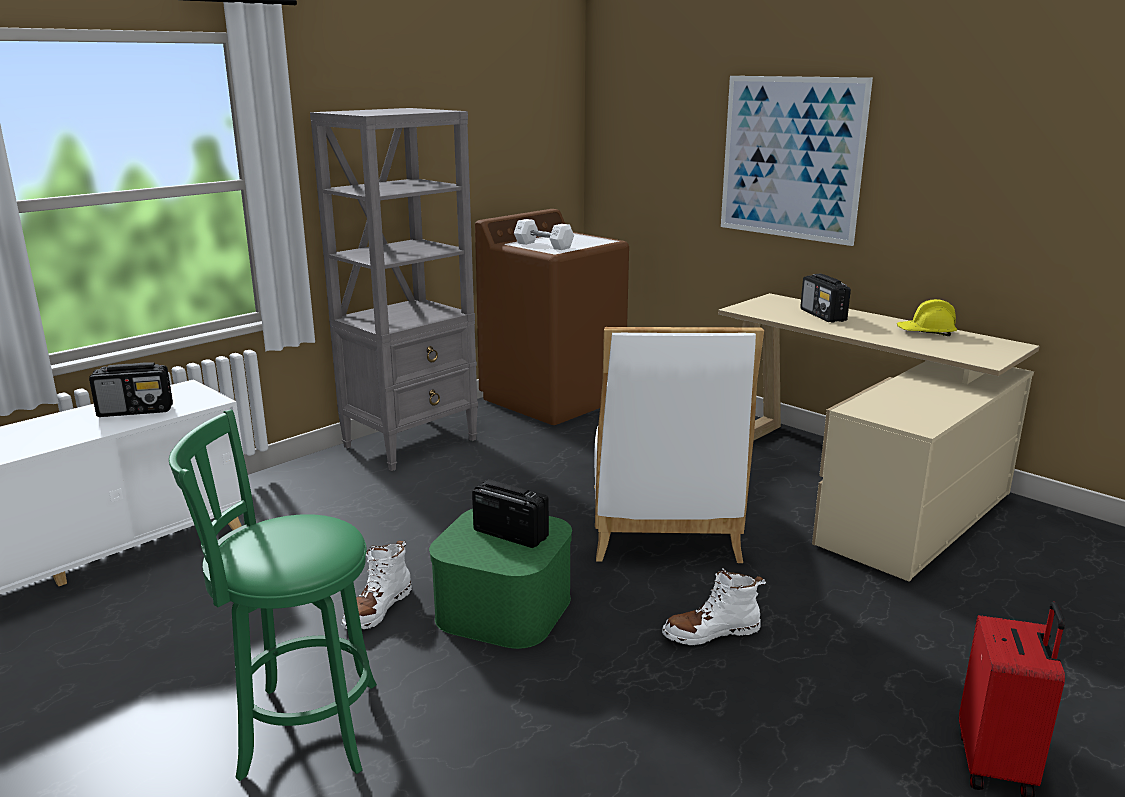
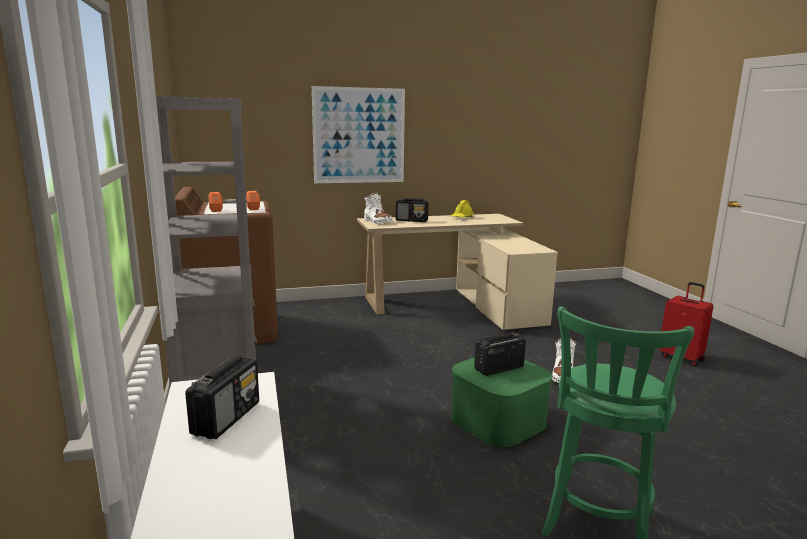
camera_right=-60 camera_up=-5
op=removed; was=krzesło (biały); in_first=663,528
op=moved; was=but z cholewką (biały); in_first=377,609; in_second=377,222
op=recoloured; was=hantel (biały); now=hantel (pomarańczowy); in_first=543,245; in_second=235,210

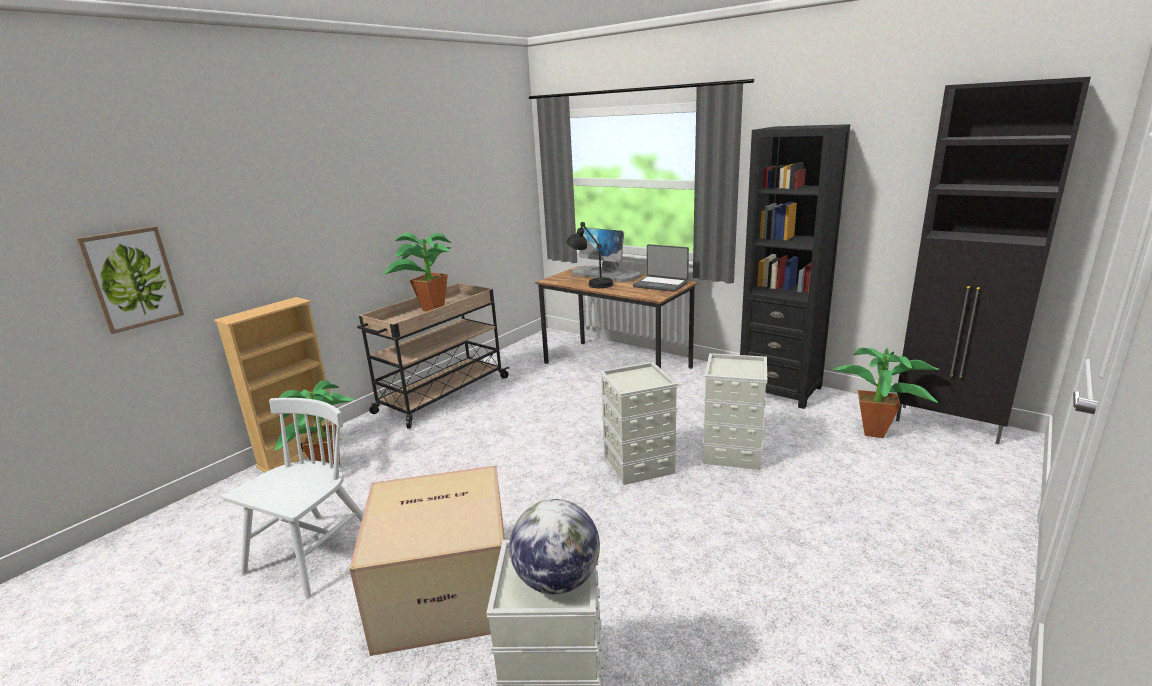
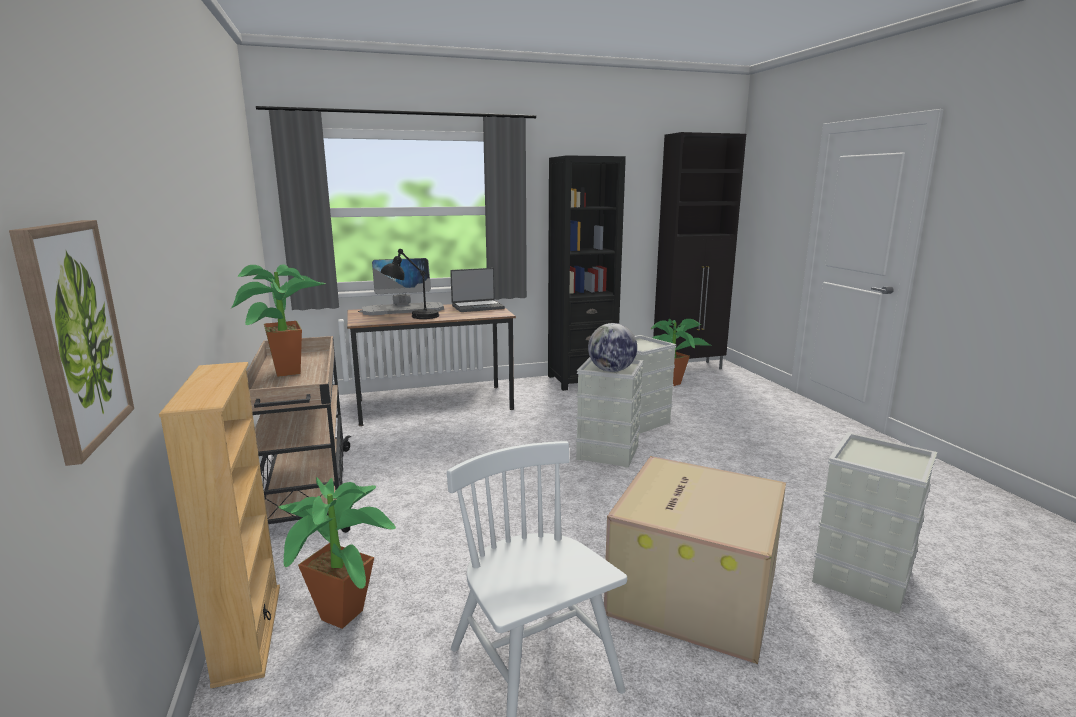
camera_right=-55 camera_up=-5
op=moved; was=globus; in_first=557,581; in_second=611,370

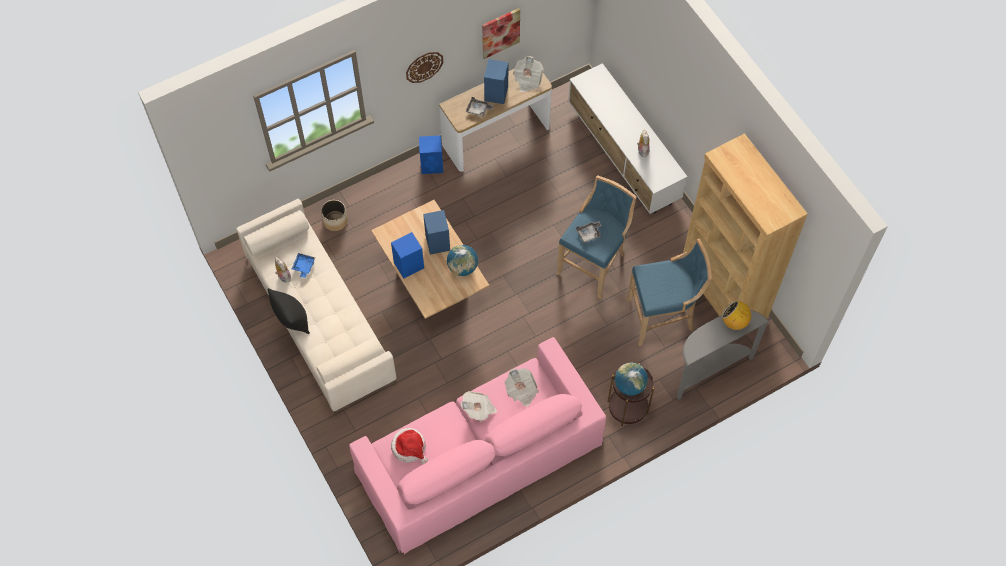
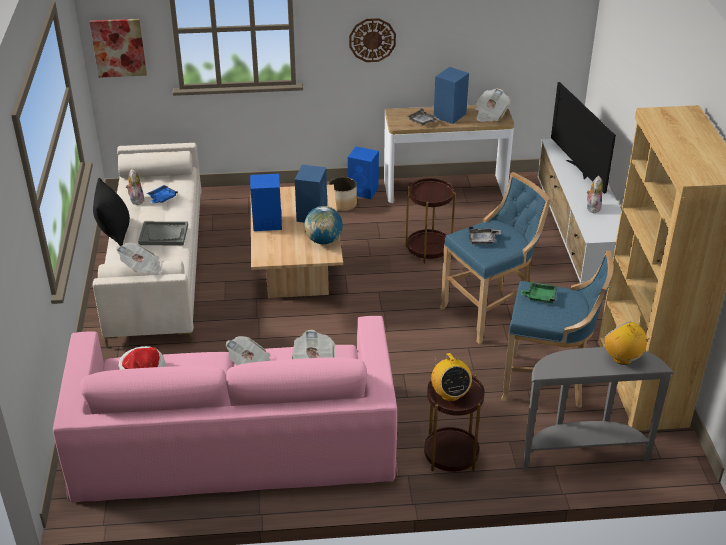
camera_right=25 camera_up=-25
op=added; now=gazeta; in_second=142,268
op=added; now=taca (szary); in_second=163,235
op=added; now=stolik (brązowy); in_second=428,249
op=added; now=taca (zielony); in_second=539,296
op=added; now=telewizor; in_second=578,169
op=moved; was=donica; in_first=335,221; in_second=343,204
op=moved; was=obraz; in_first=500,32; in_second=118,47
op=replaced; was=globus; now=radio; in_first=630,385; in_second=450,394

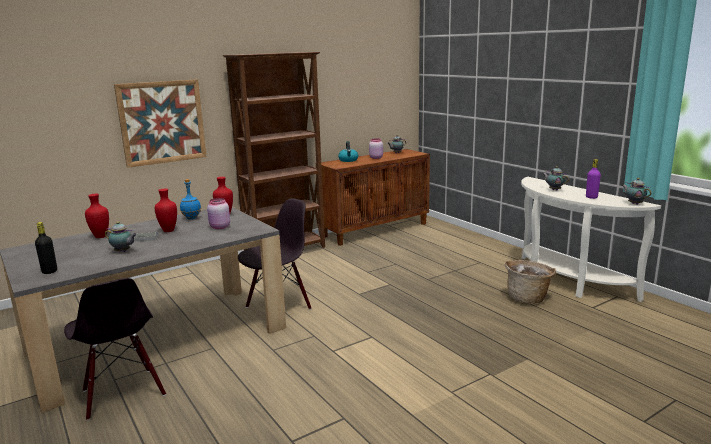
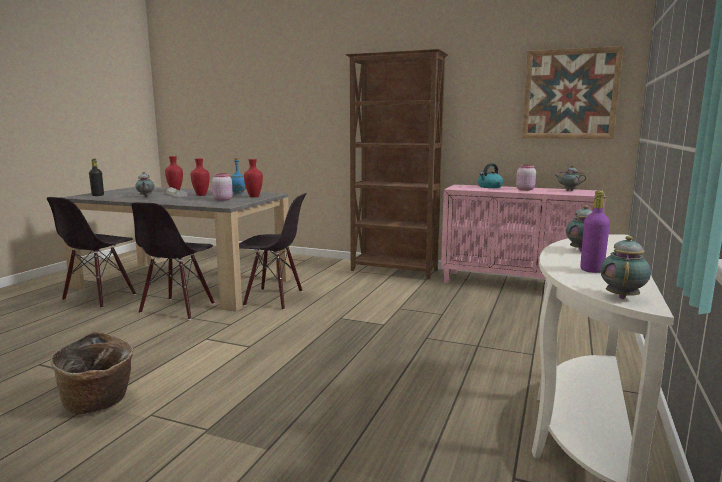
camera_right=55 camera_up=-5
op=added; now=krzesło (czarny); in_second=178,308
op=moved; was=obraz; in_first=162,122; in_second=570,94
op=moved; was=koszyk; in_first=528,297; in_second=99,403
op=recoloured; was=szafka (brązowy); now=szafka (różowy); in_first=375,230; in_second=516,284

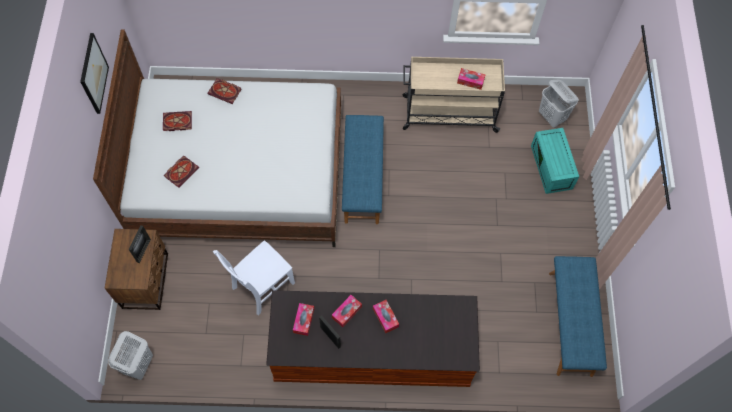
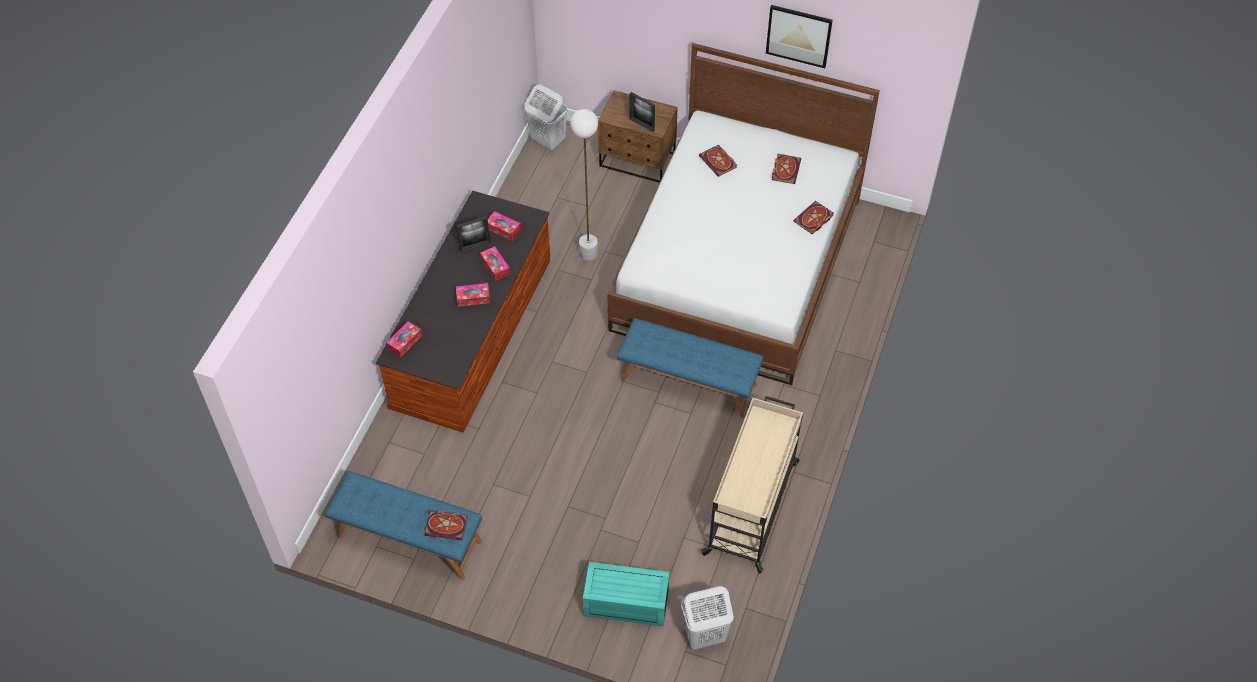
camera_right=110 camera_up=-10
op=added; now=książka; in_second=447,525
op=moved; was=pudełko chusteczek; in_first=470,81; in_second=405,342
op=replaced; was=krzesło (biały); now=lampa stojąca (biały); in_first=261,286; in_second=588,253

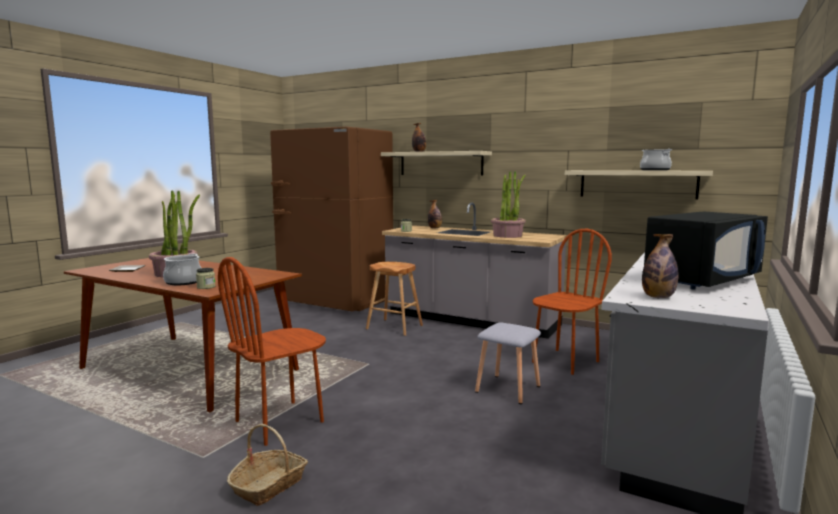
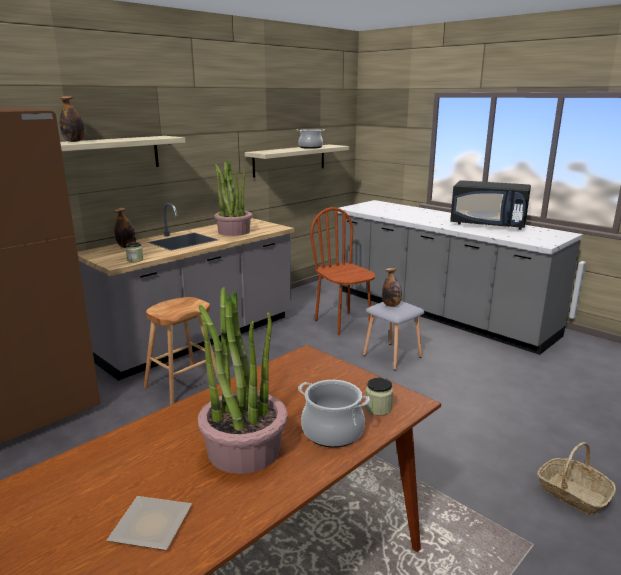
camera_right=-75 camera_up=10
op=removed; was=krzesło (brązowy); in_first=280,422
op=moved; was=butelka; in_first=658,297; in_second=391,305
op=turned; was=mikrofalówka (czarny); in_first=702,280; in_second=488,225; clockwise=135

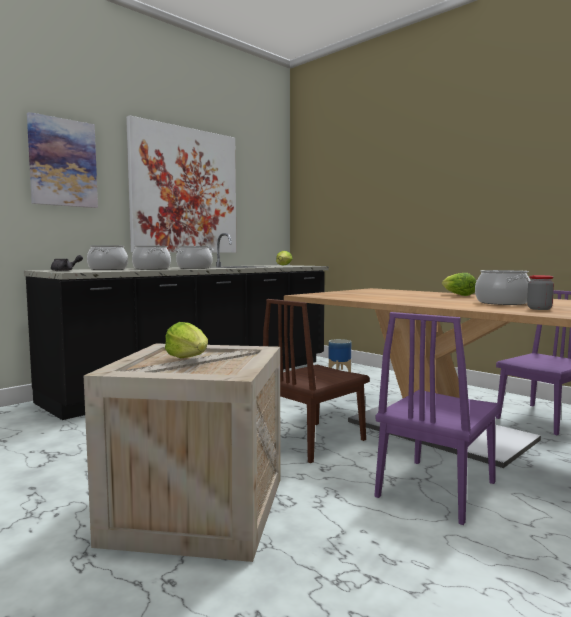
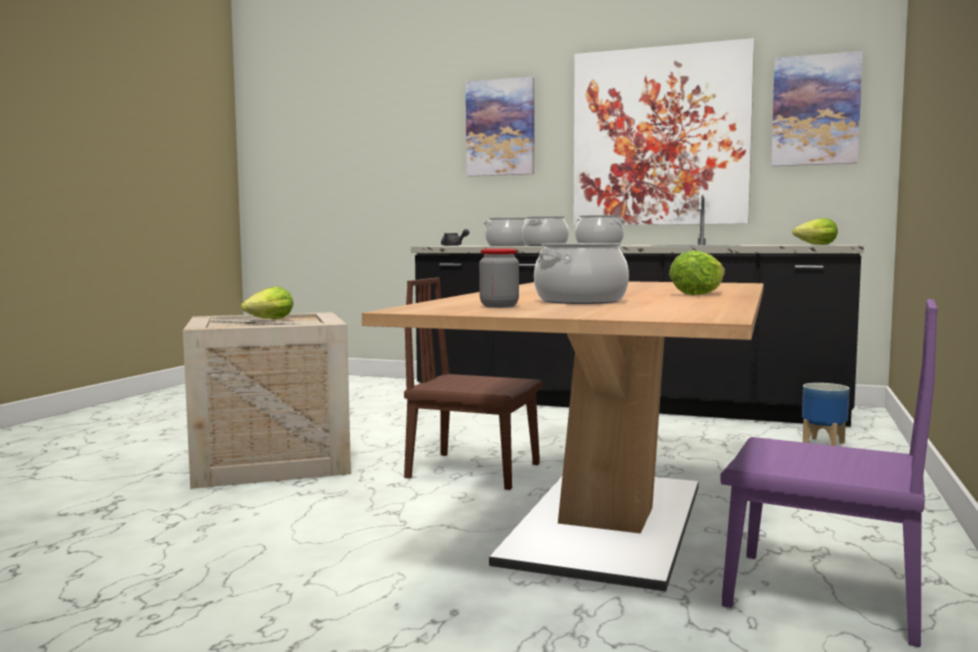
camera_right=65 camera_up=0
op=removed; was=krzesło (fioletowy); in_first=436,489
op=added; now=obraz; in_second=815,110

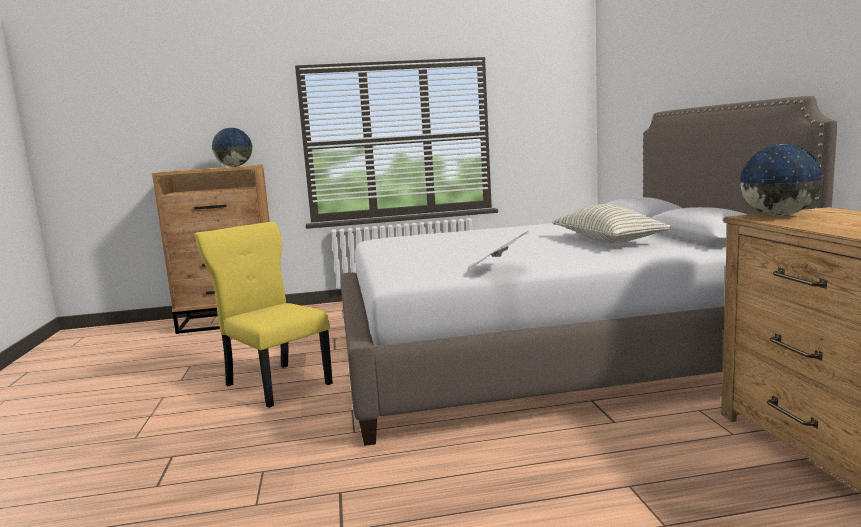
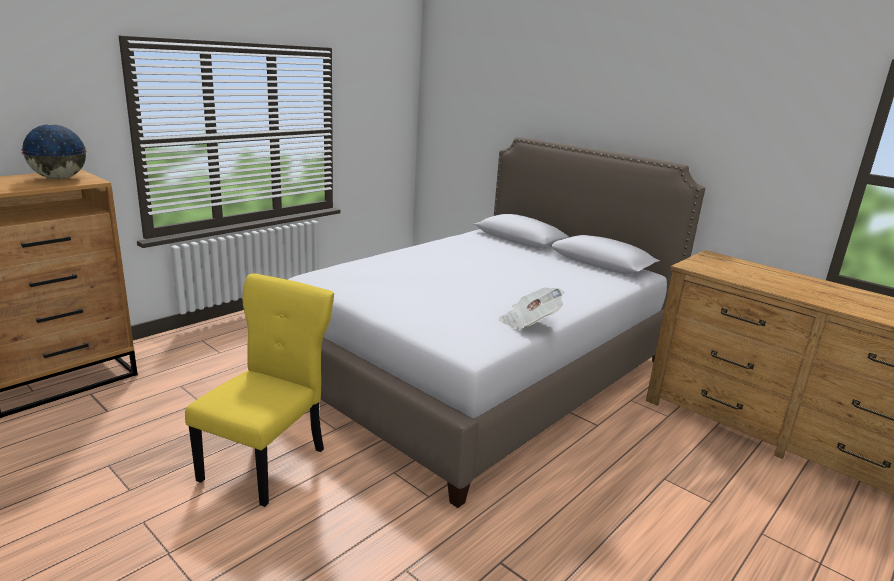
camera_right=-40 camera_up=10
op=removed; was=poduszka; in_first=607,241
op=removed; was=globus; in_first=777,215
op=turned; was=krzesło (żółty); in_first=276,383; in_second=267,462; clockwise=105

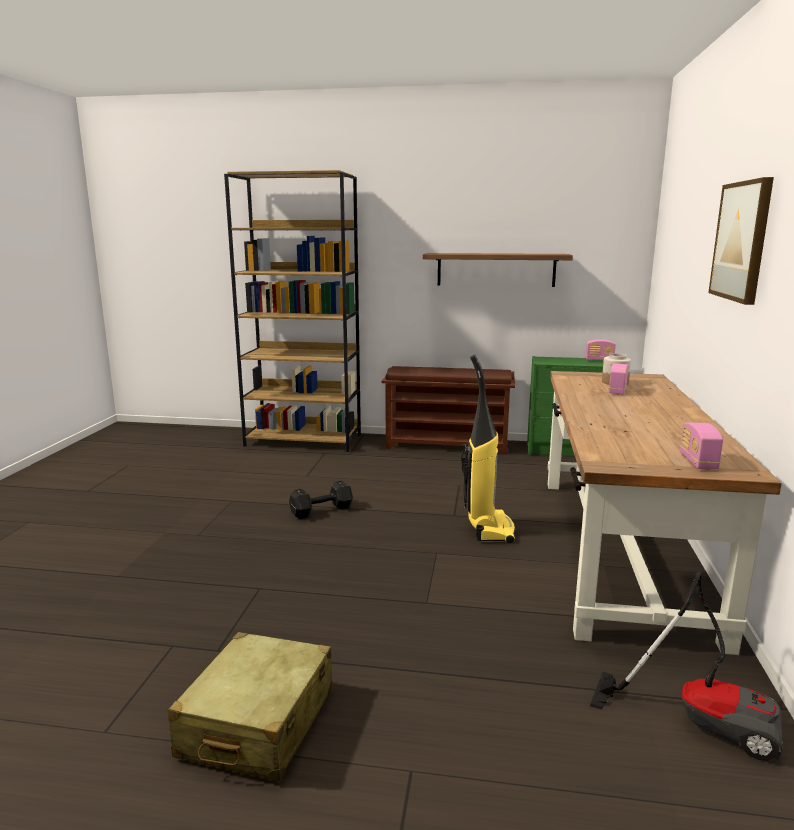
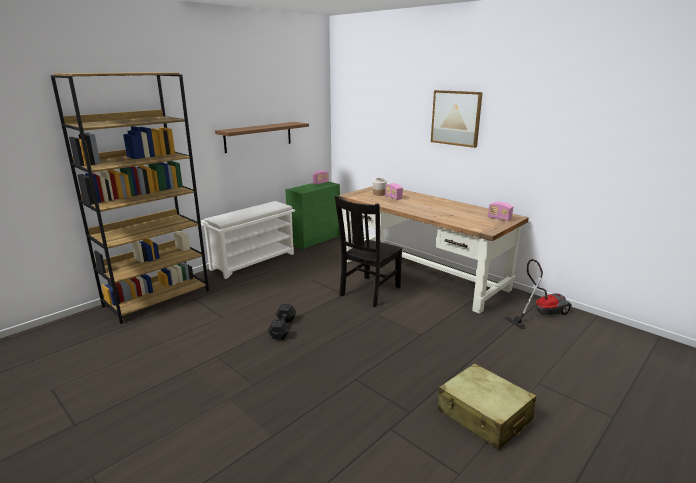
camera_right=-55 camera_up=5
op=replaced; was=odkurzacz; now=krzesło (czarny); in_first=488,528; in_second=369,292
op=recoloured; was=regał na buty (brązowy); now=regał na buty (biały); in_first=448,444; in_second=253,261

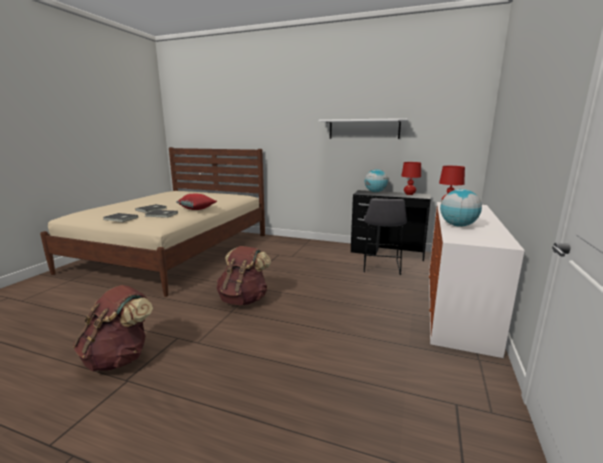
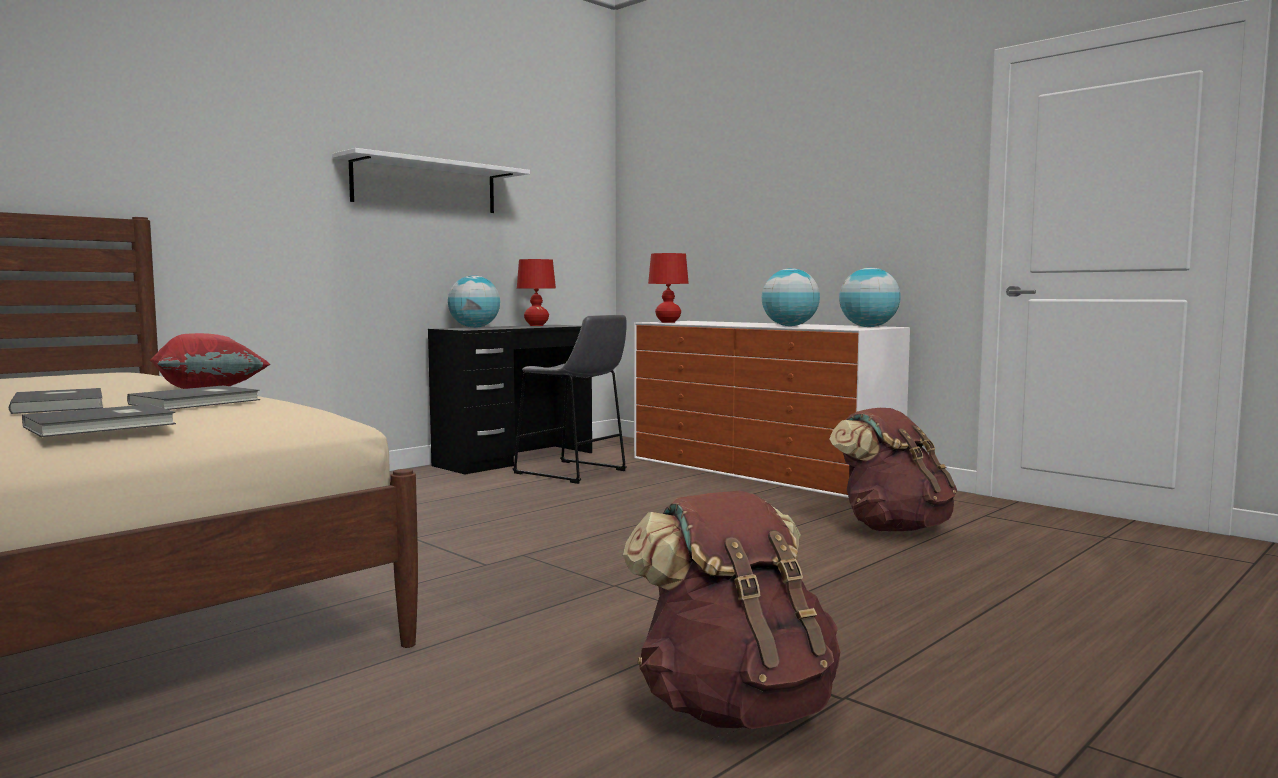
camera_right=-65 camera_up=-10
op=added; now=globus; in_second=869,327
op=moved; was=plecak (brązowy); in_first=244,299; in_second=892,528

